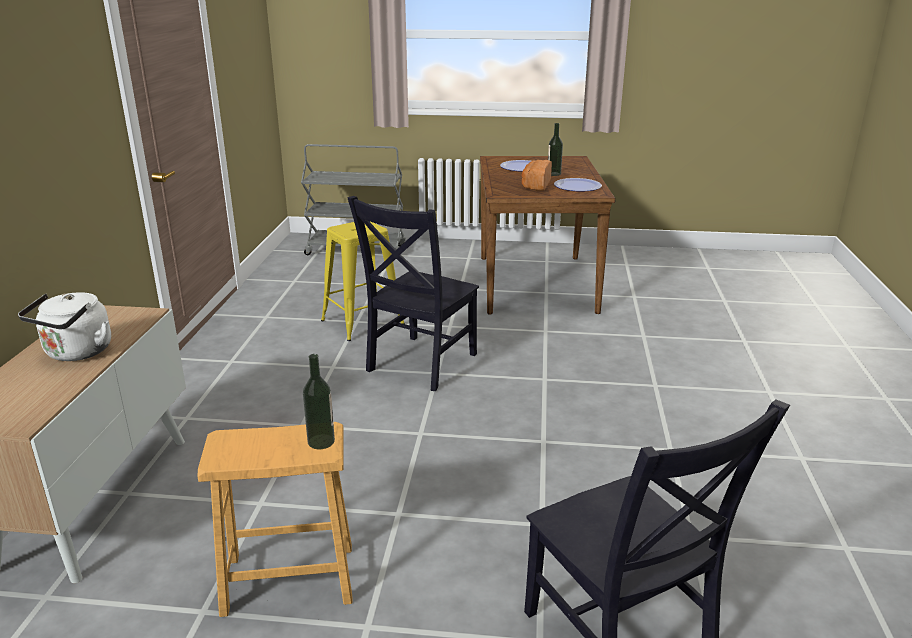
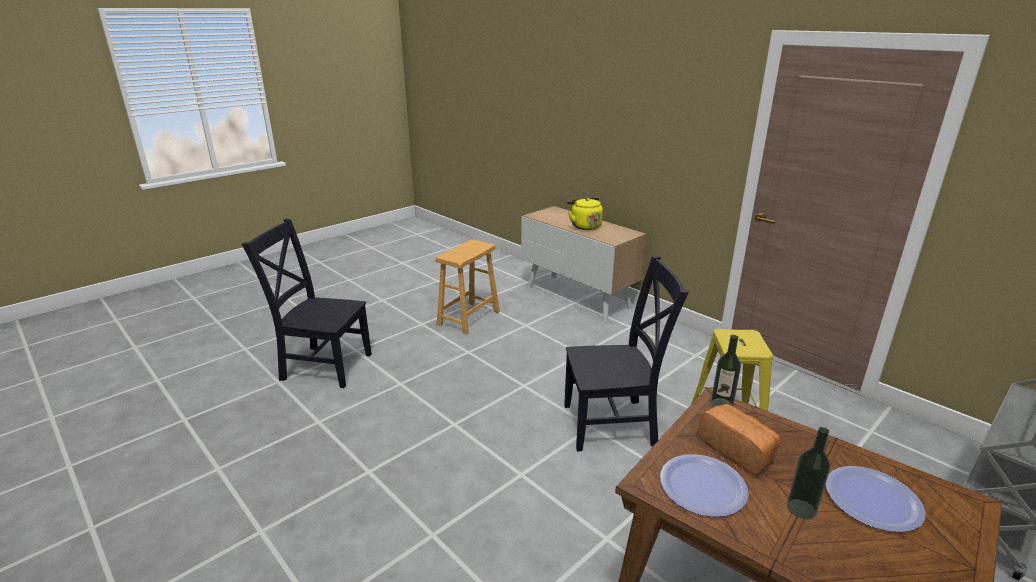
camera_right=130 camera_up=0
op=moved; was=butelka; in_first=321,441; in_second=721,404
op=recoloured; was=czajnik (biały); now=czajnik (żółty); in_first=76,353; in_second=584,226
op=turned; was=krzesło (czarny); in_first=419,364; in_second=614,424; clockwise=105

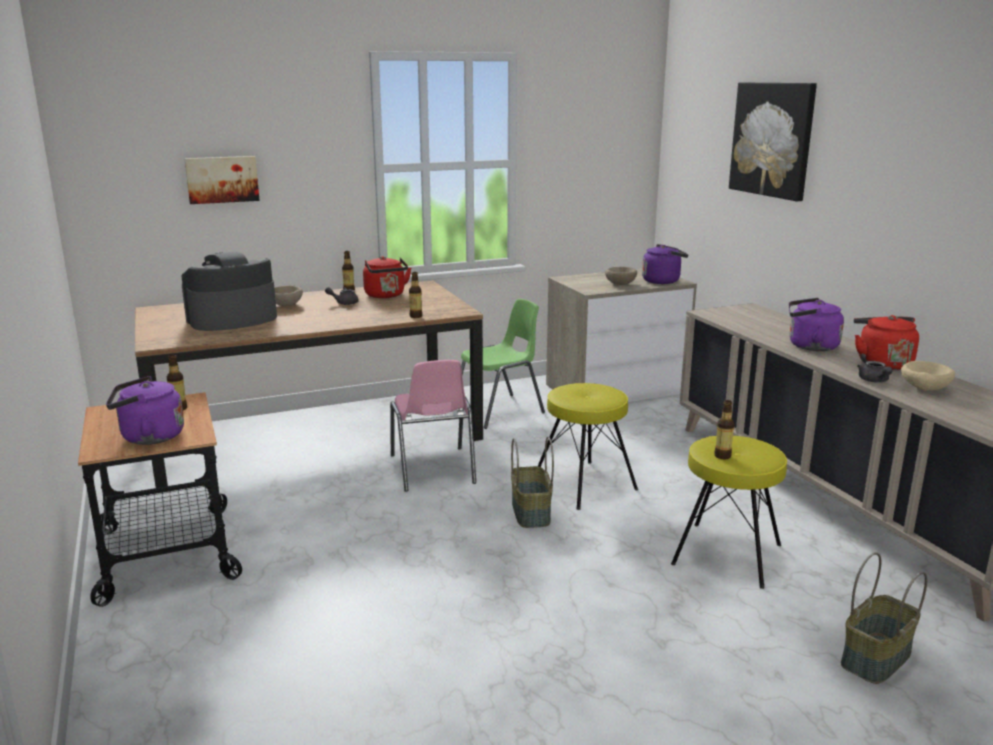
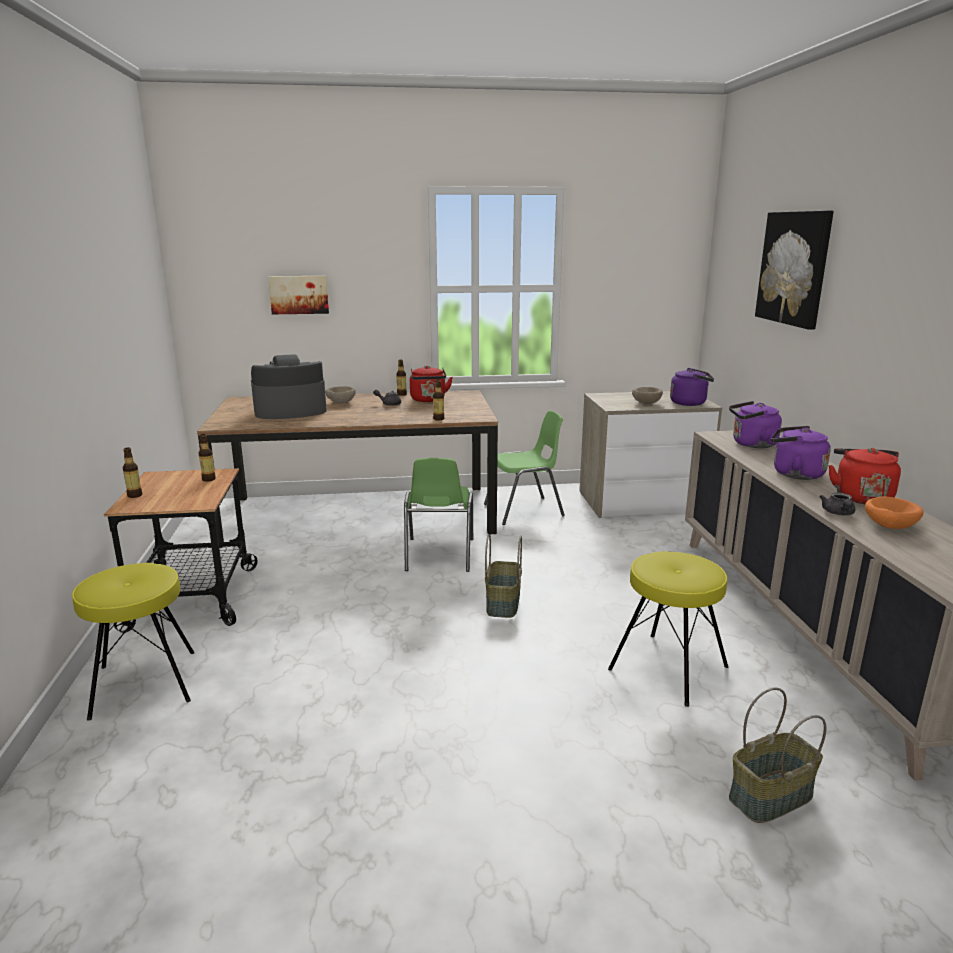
camera_right=15 camera_up=0
op=moved; was=czajnik (fioletowy); in_first=148,437; in_second=751,444
op=moved; was=stołek (żółty); in_first=583,484; in_second=143,683
op=moved; was=butelka; in_first=722,456; in_second=135,495
op=recoloured; was=krzesło (różowy); now=krzesło (zielony); in_first=432,470; in_second=438,555
op=recoloured; was=miska (beżowy); now=miska (pomarańczowy); in_first=923,388; in_second=888,526

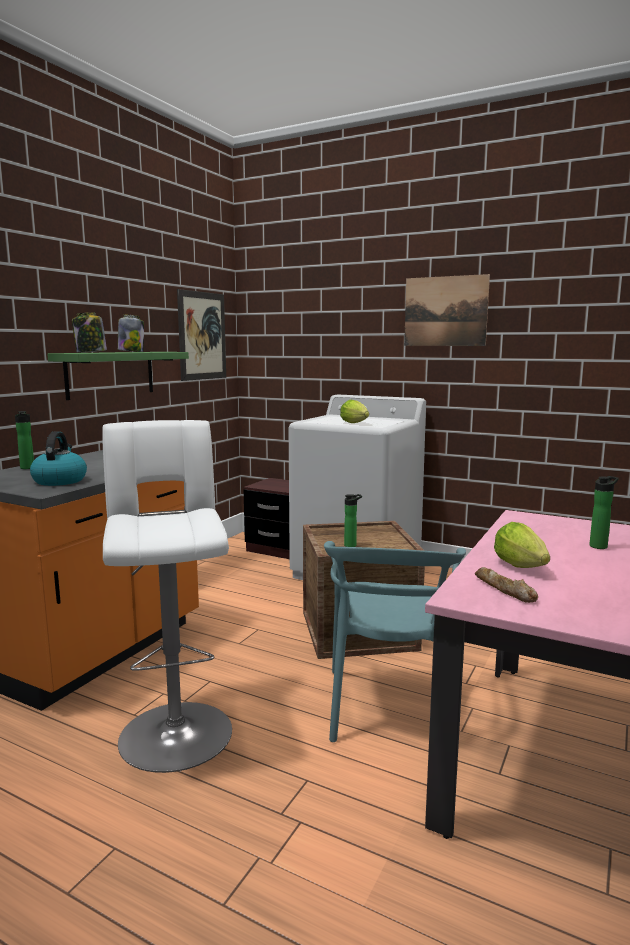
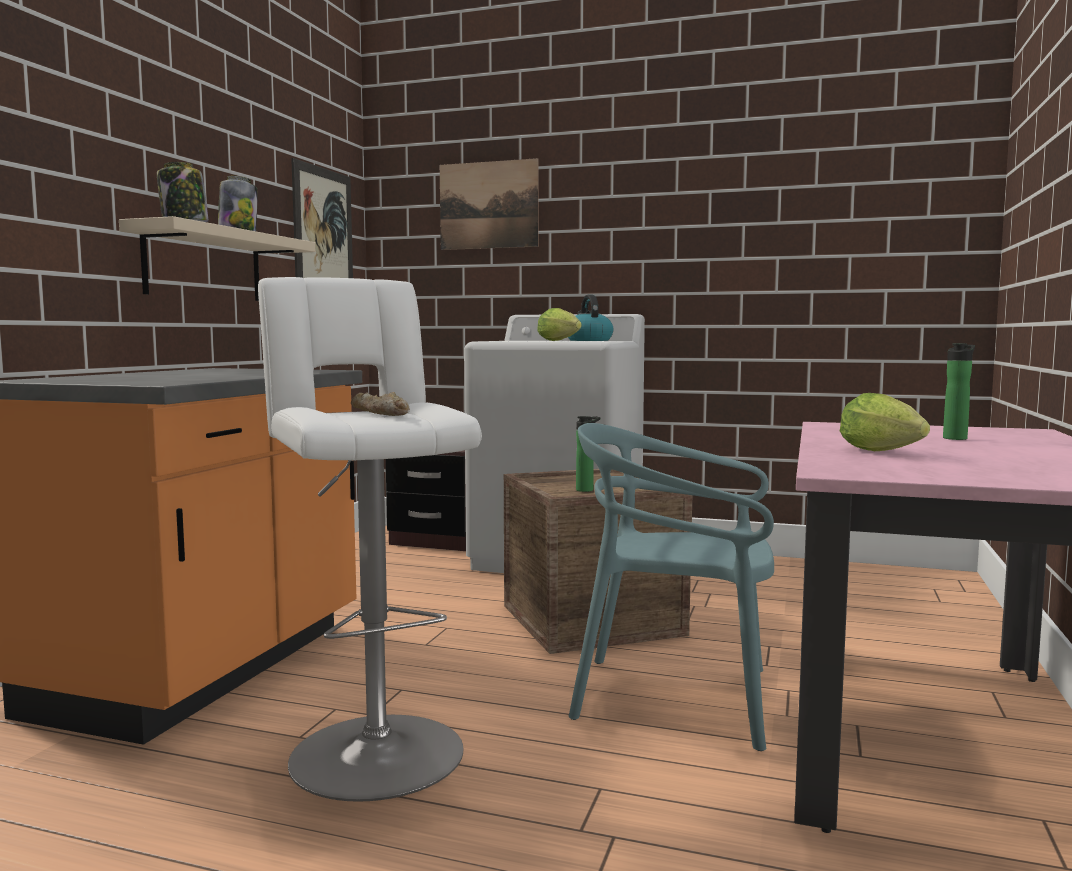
camera_right=-10 camera_up=-5
op=removed; was=butelka; in_first=27,468
op=moved; was=czajnik; in_first=60,480; in_second=588,340
op=moved; was=obraz; in_first=445,311; in_second=488,205
op=moved; was=chleb; in_first=504,590; in_second=378,412
op=recoloured; was=półka (zielony); now=półka (beżowy); in_first=110,374; in_second=204,265
op=turned; was=krzesło (turkusowy); in_first=388,706; in_second=675,698; clockwise=105

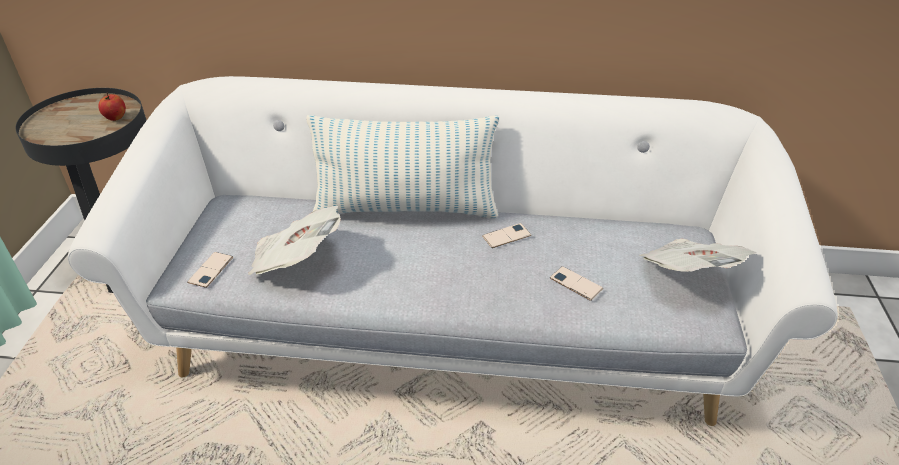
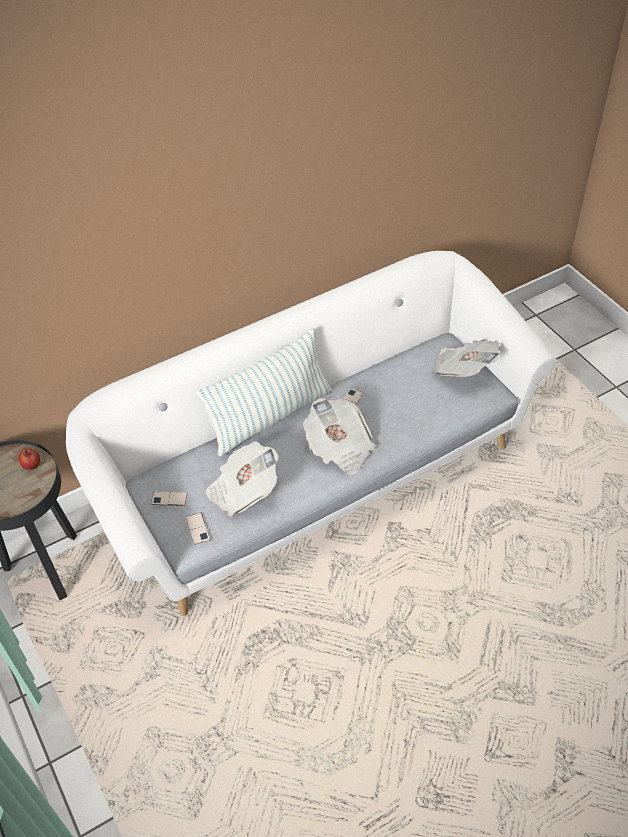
camera_right=-35 camera_up=10
op=added; now=gazeta; in_second=339,448
op=moved; was=telefon; in_first=576,283; in_second=169,499

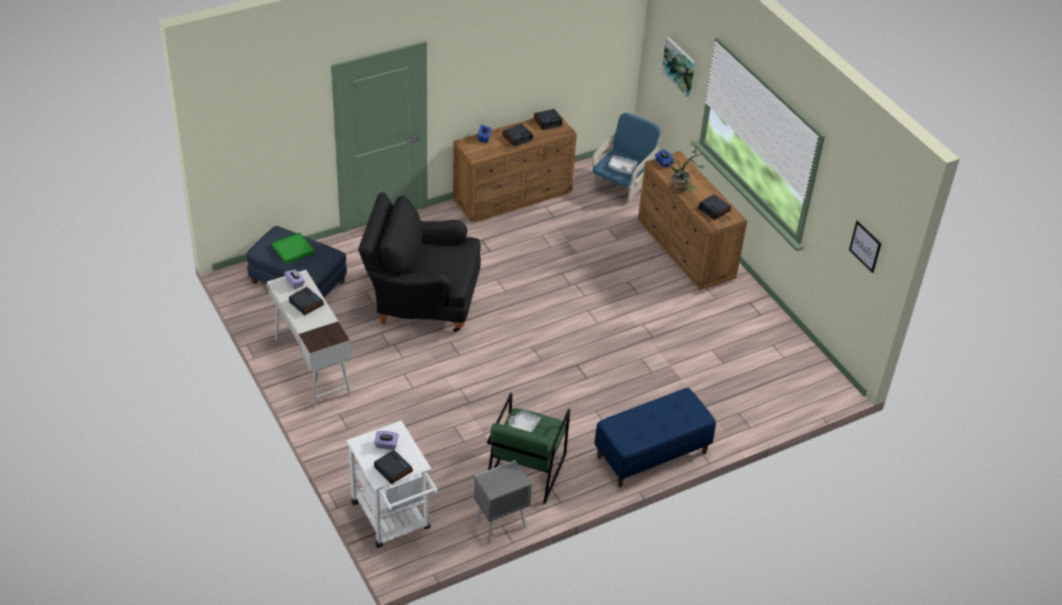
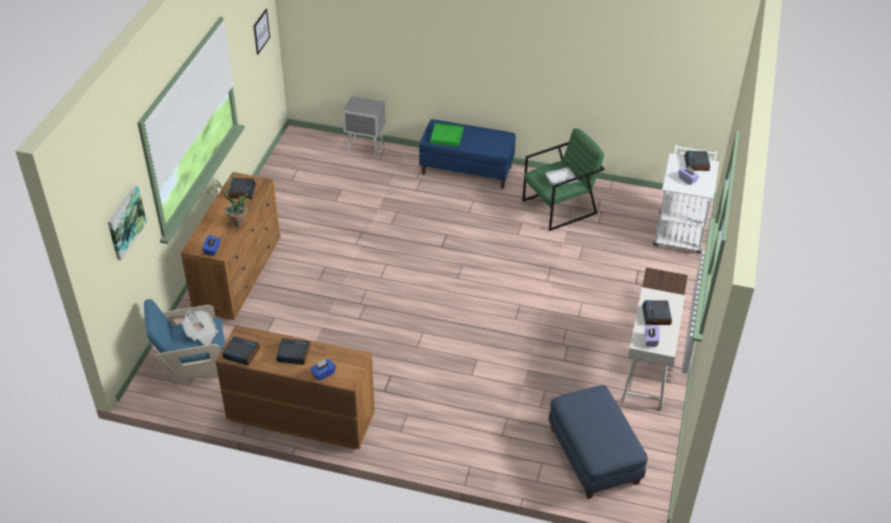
camera_right=-135 camera_up=0
op=removed; was=fotel (czarny); in_first=421,300
op=moved; was=taca (zielony); in_first=293,249; in_second=446,136
op=moved; was=szafka nocna (szary); in_first=499,523; in_second=366,149
op=replaced; was=taca (szary); now=gazeta; in_first=621,168; in_second=201,334

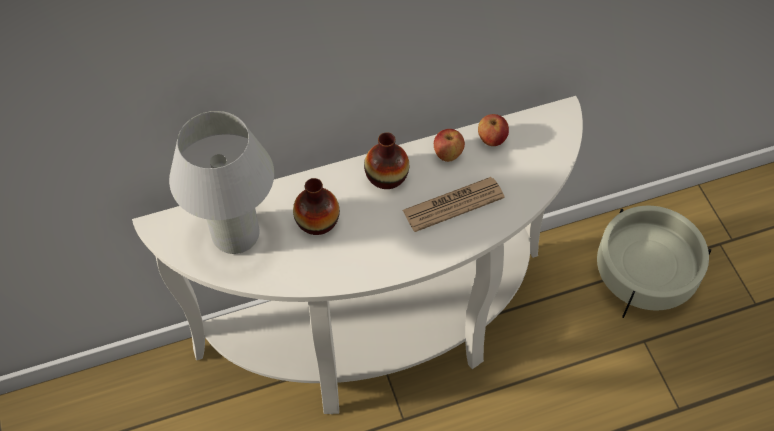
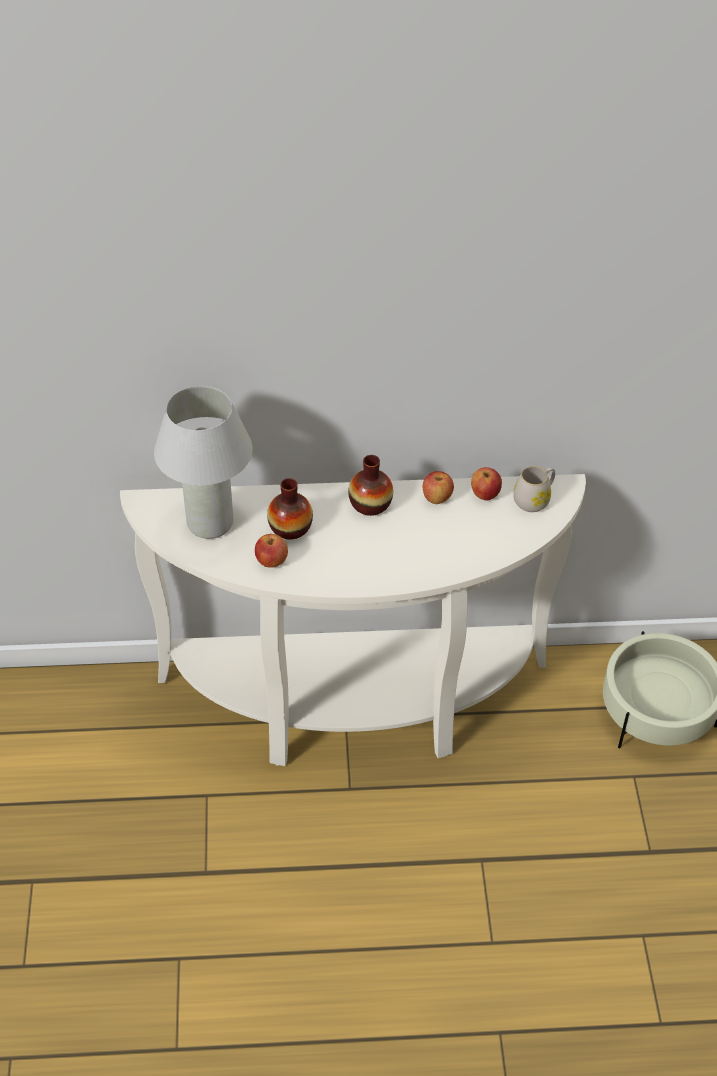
camera_right=15 camera_up=-10
op=removed; was=gazeta; in_first=453,204
op=added; now=jabłko; in_second=271,562
op=added; now=kubek (biały); in_second=534,500

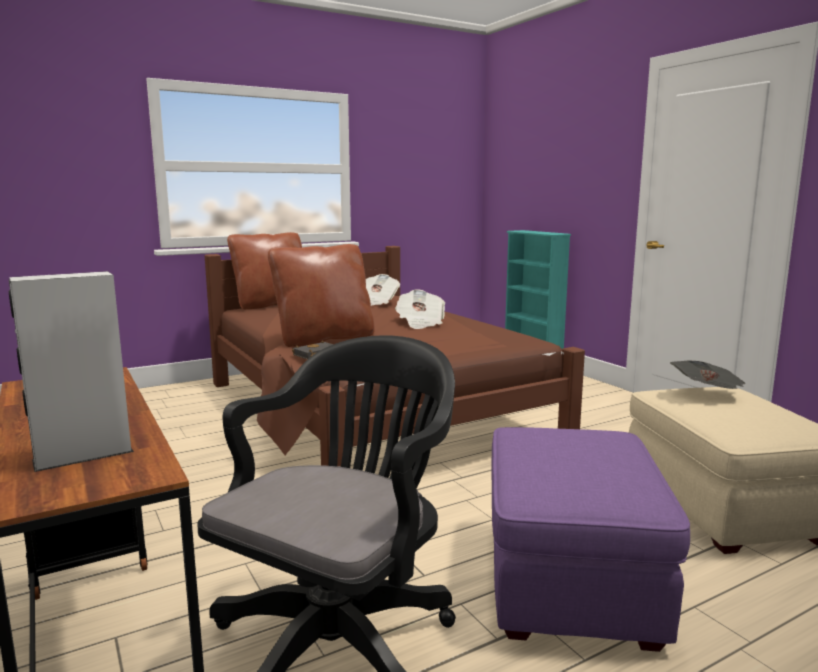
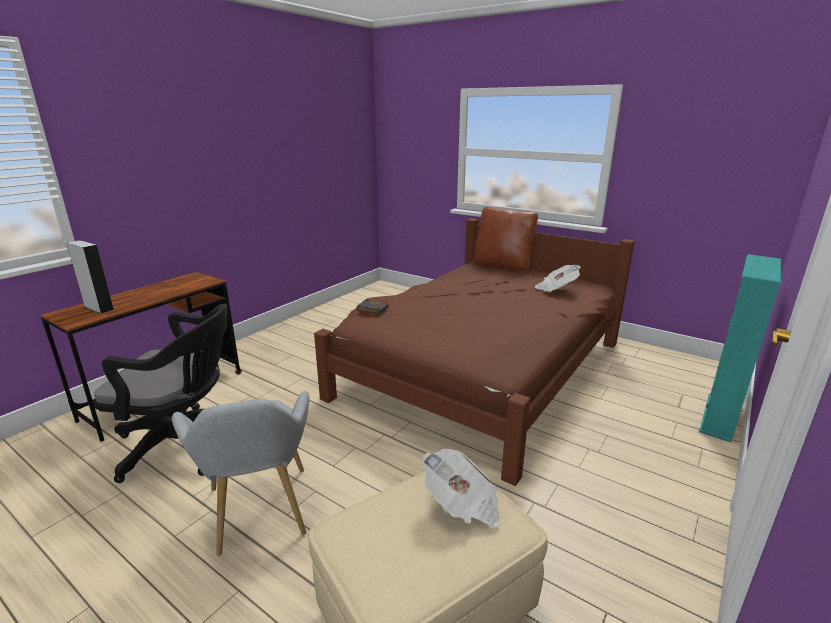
camera_right=65 camera_up=10
op=removed; was=poduszka (brązowy); in_first=324,339
op=removed; was=gazeta; in_first=420,323
op=replaced; was=pufa (fioletowy); now=fotel (szary); in_first=569,580; in_second=260,516

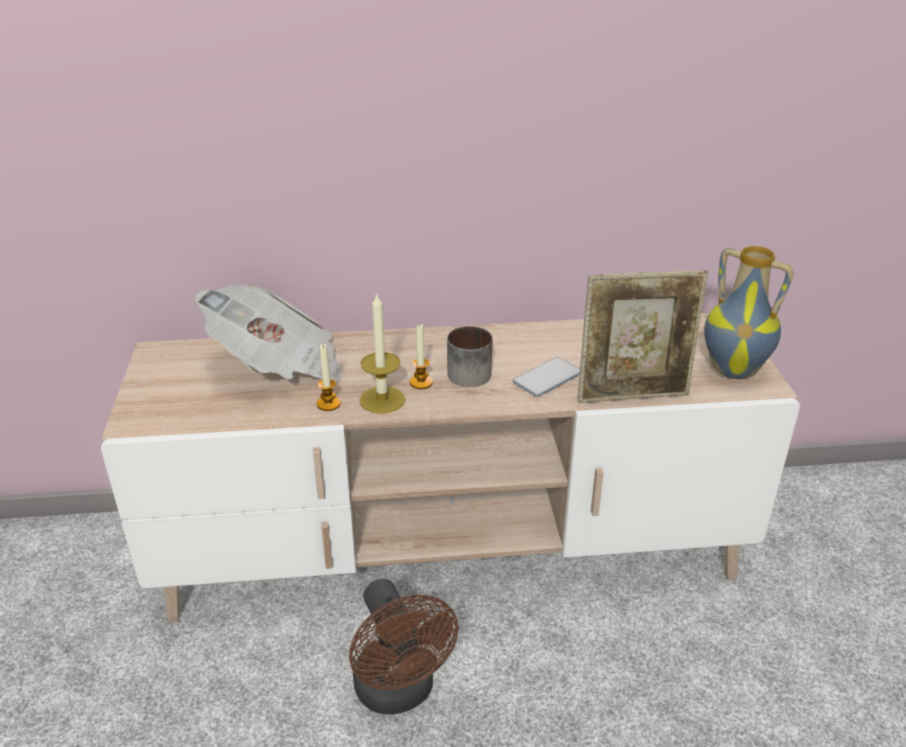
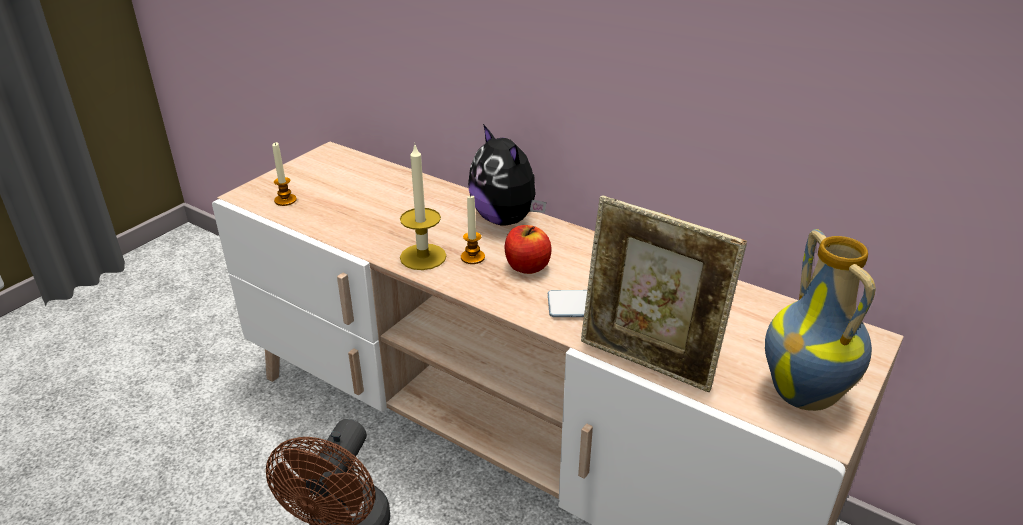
camera_right=40 camera_up=0
op=removed; was=gazeta; in_first=278,365
op=added; now=pluszak; in_second=506,219
op=moved; was=świeca; in_first=328,404; in_second=285,200
op=replaced; was=kubek; now=jabłko; in_first=470,371; in_second=527,266

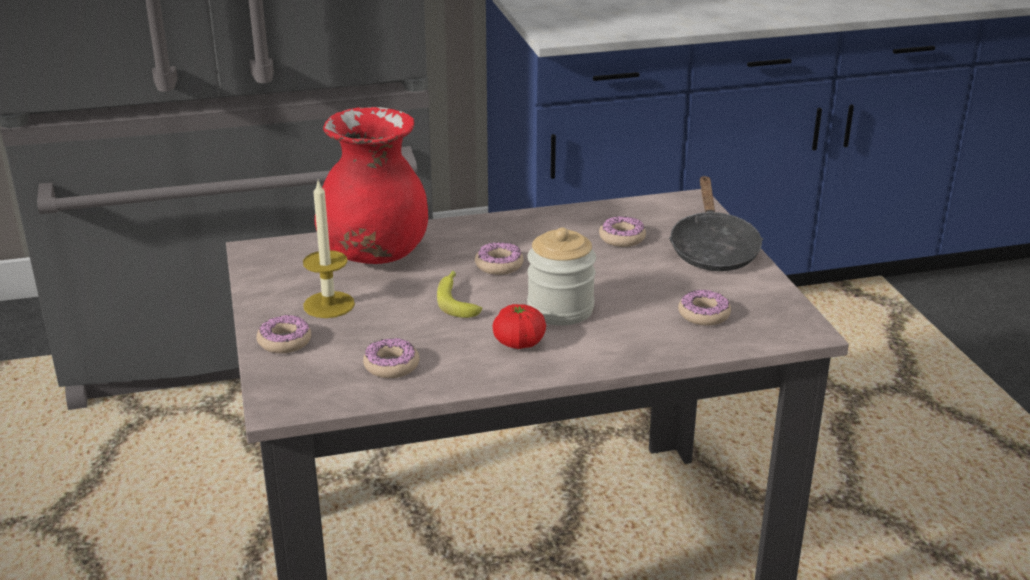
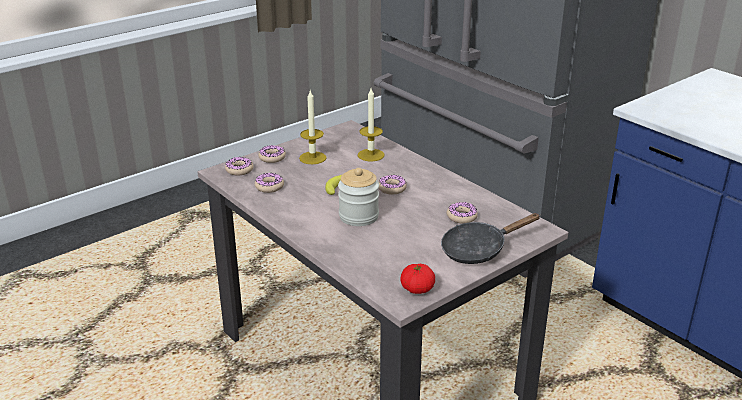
camera_right=65 camera_up=0
op=moved; was=pomidor; in_first=519,343; in_second=417,289
op=moved; was=donut; in_first=704,314; in_second=239,170
op=replaced; was=wazon (czerwony); now=świeca; in_first=374,255; in_second=371,155

